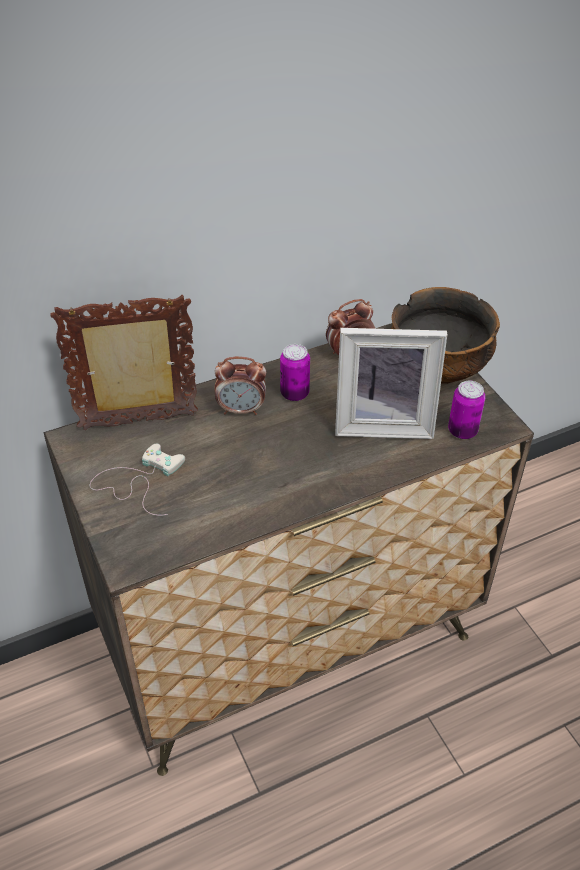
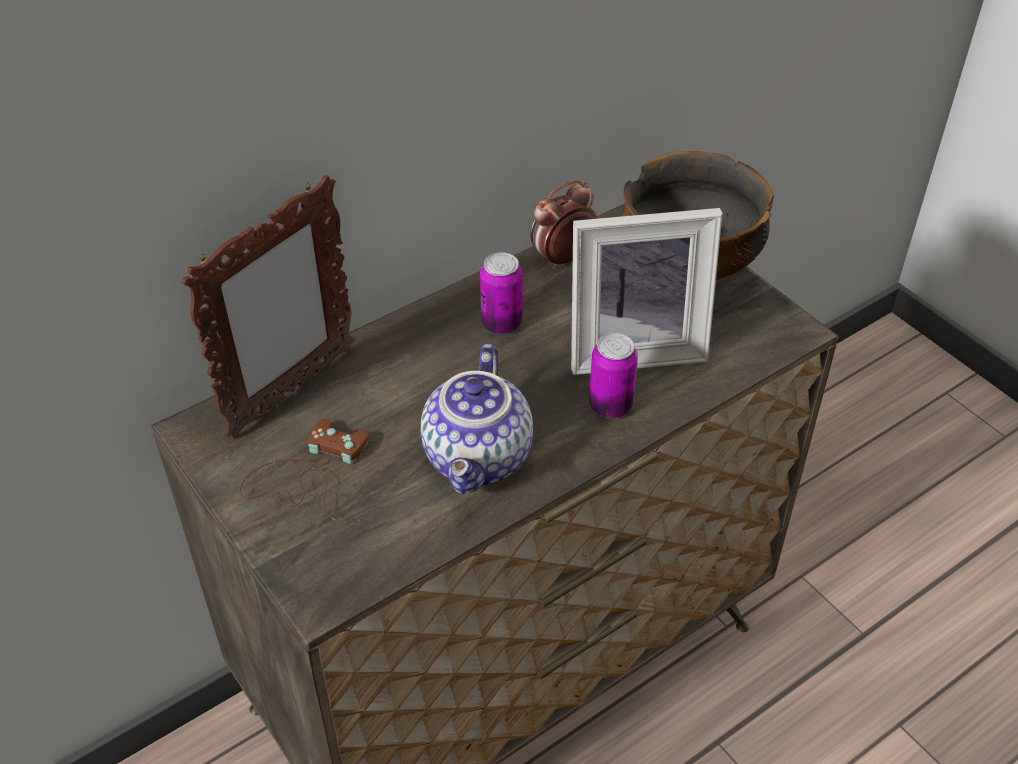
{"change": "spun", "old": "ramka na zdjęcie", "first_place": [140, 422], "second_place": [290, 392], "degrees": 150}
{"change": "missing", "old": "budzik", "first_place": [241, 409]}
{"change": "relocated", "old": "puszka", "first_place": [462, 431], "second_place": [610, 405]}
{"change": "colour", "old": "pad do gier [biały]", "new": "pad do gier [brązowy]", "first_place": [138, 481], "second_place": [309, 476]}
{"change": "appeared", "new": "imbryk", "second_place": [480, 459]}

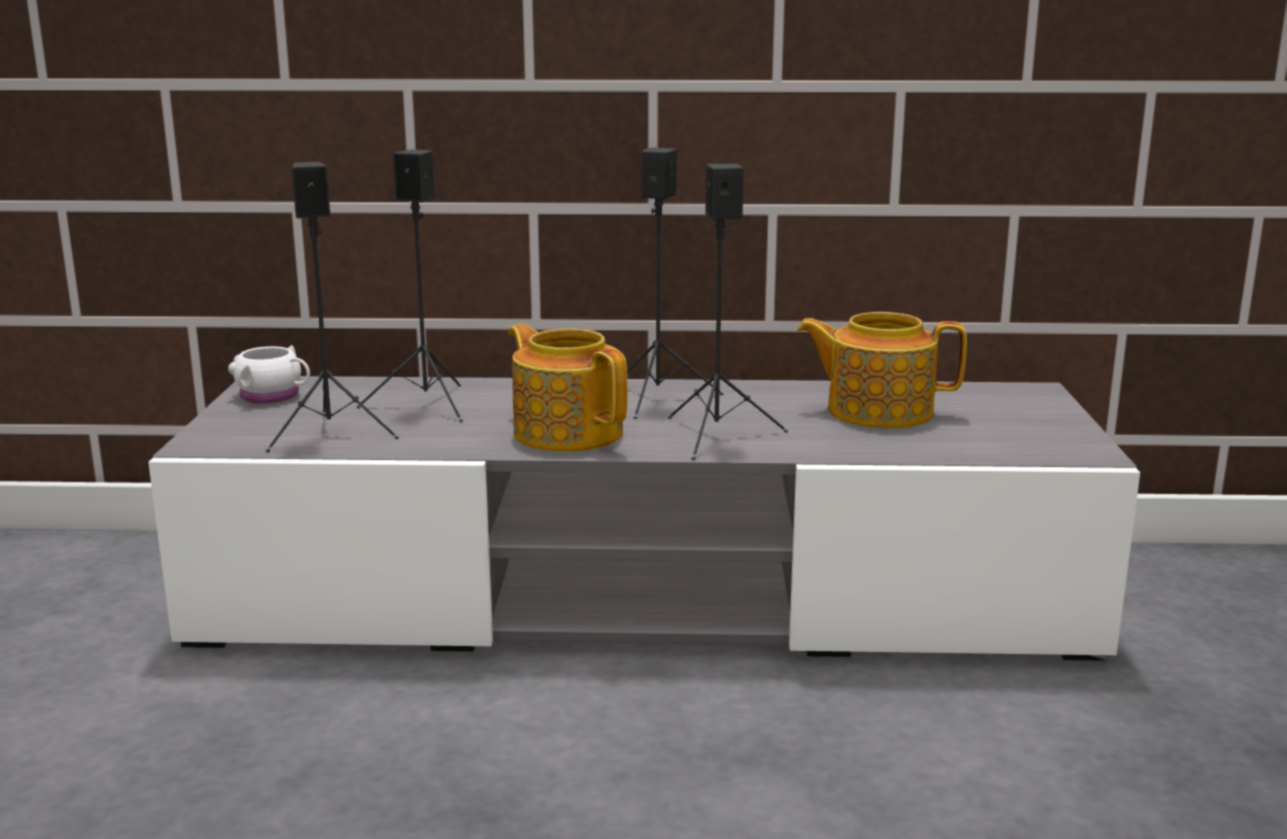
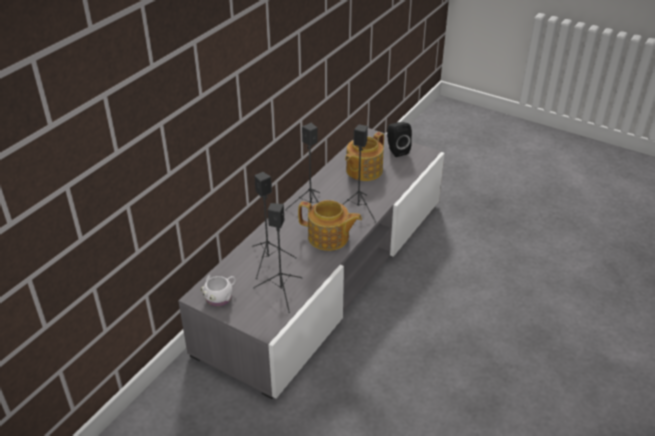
{"change": "spun", "old": "imbryk", "first_place": [568, 432], "second_place": [329, 238], "degrees": -150}
{"change": "appeared", "new": "głośnik [czarny]", "second_place": [396, 150]}

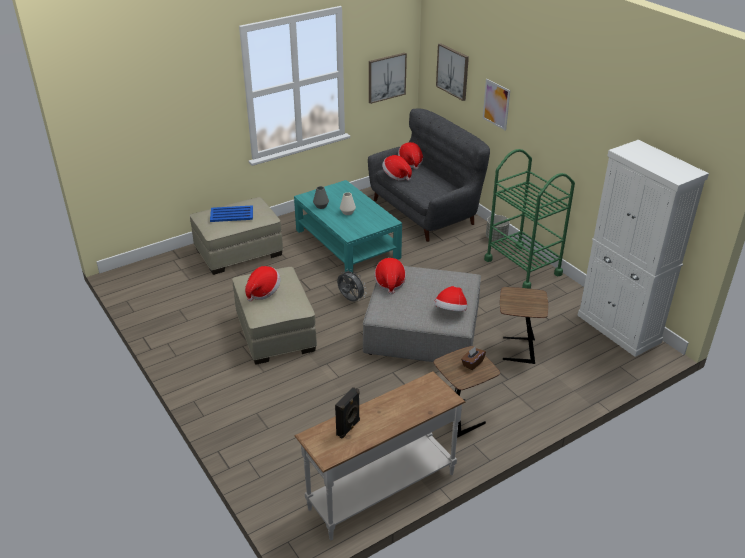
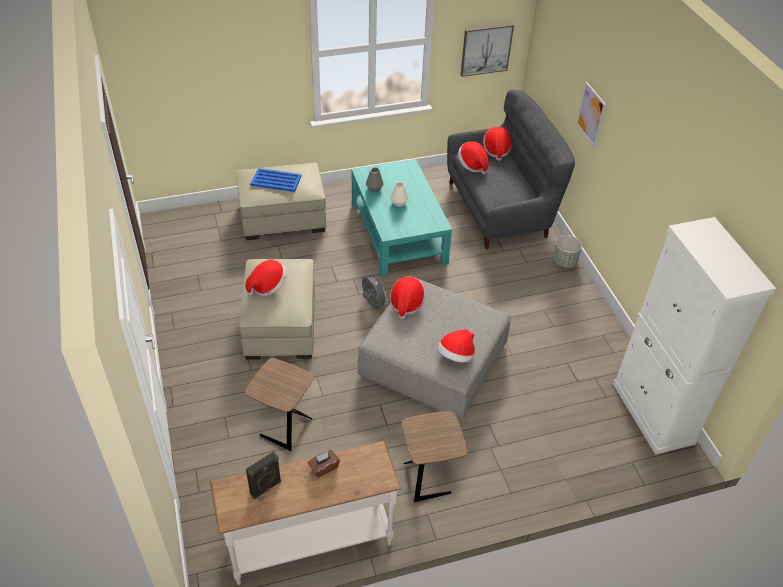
{"change": "missing", "old": "obraz", "first_place": [453, 71]}
{"change": "missing", "old": "wózek [zielony]", "first_place": [522, 267]}
{"change": "relocated", "old": "stolik [brązowy]", "first_place": [517, 350], "second_place": [284, 427]}
{"change": "relocated", "old": "pudełko chusteczek [brązowy]", "first_place": [472, 363], "second_place": [324, 468]}

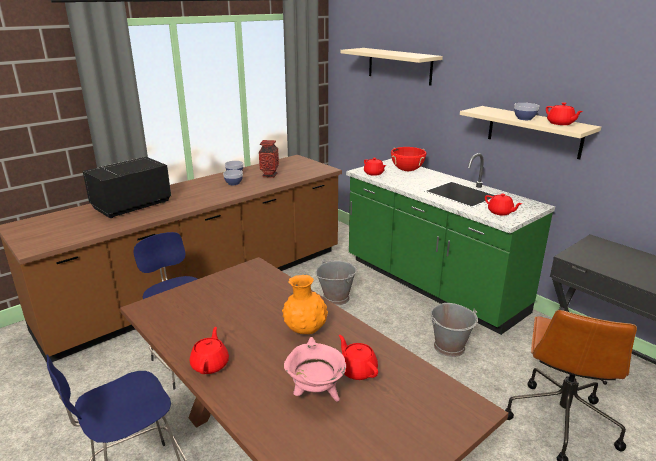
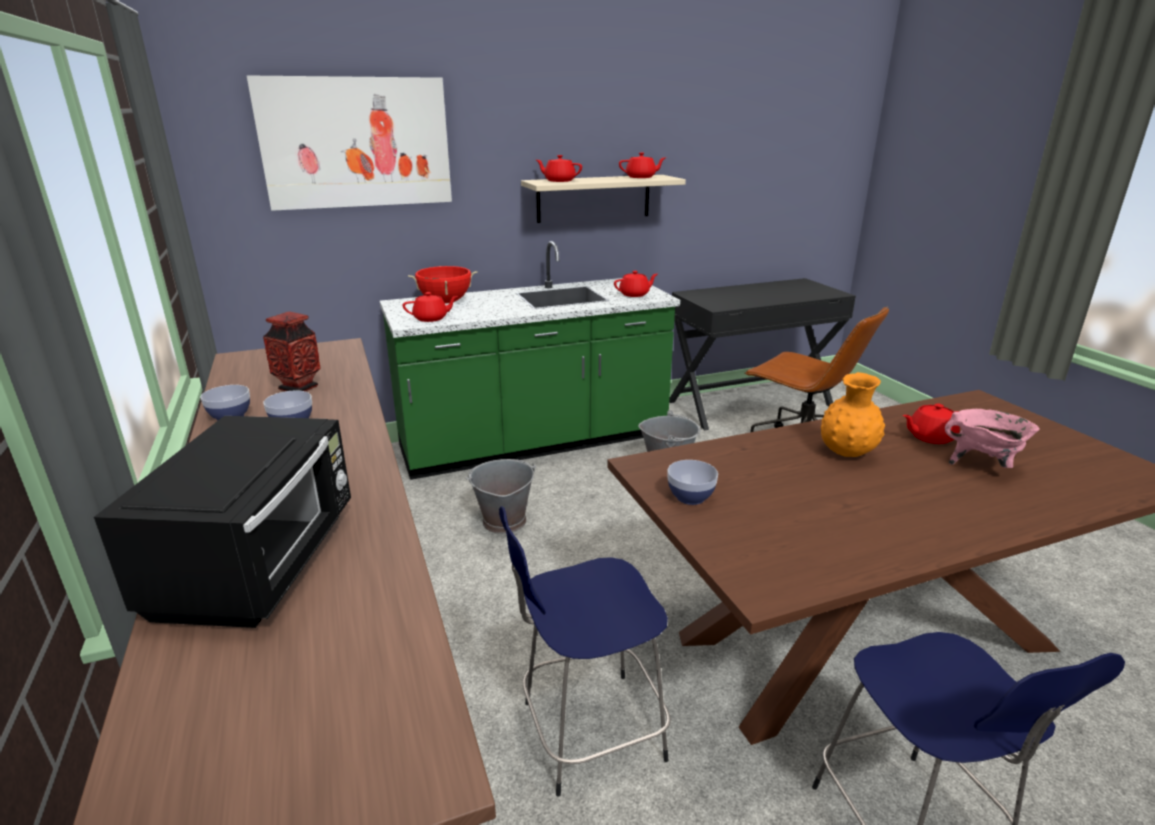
{"change": "exchanged", "old": "półka [beżowy]", "new": "obraz", "first_place": [399, 66], "second_place": [356, 143]}
{"change": "relocated", "old": "miska", "first_place": [524, 118], "second_place": [690, 497]}
{"change": "spun", "old": "mikrofalówka [czarny]", "first_place": [130, 206], "second_place": [261, 563], "degrees": -150}
{"change": "relocated", "old": "imbryk [czerwony]", "first_place": [210, 364], "second_place": [559, 181]}

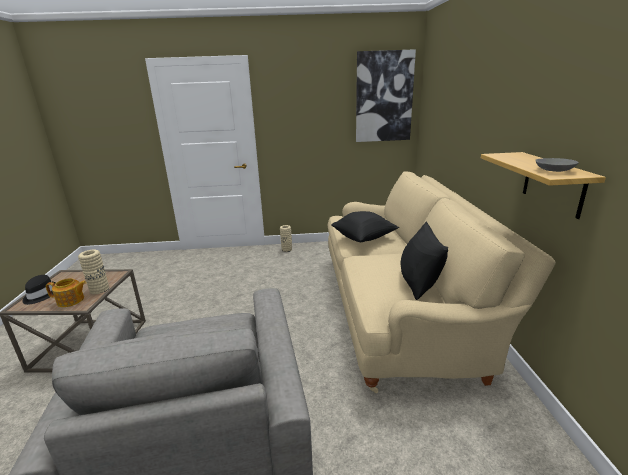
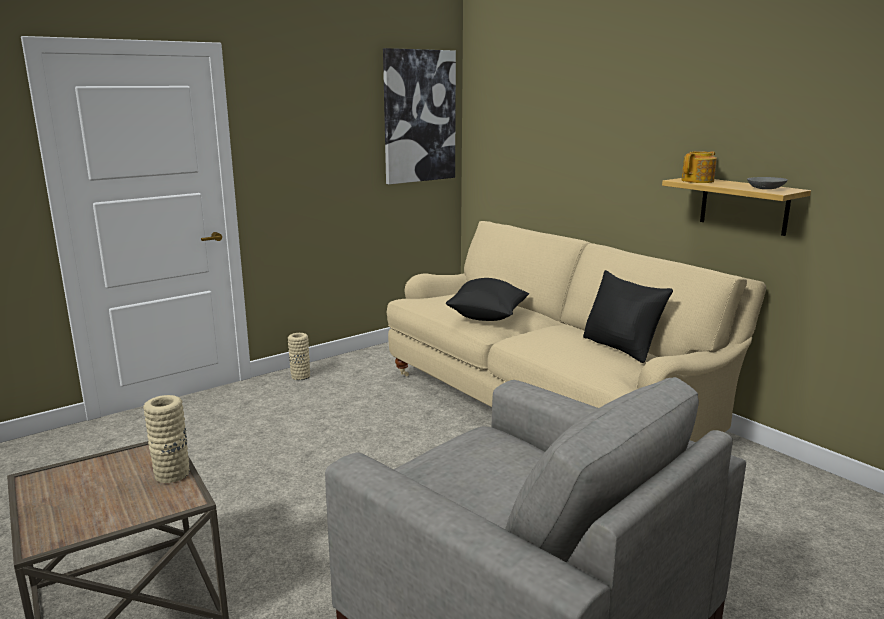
{"change": "missing", "old": "kapelusz [czarny]", "first_place": [40, 295]}
{"change": "relocated", "old": "imbryk", "first_place": [71, 301], "second_place": [698, 181]}

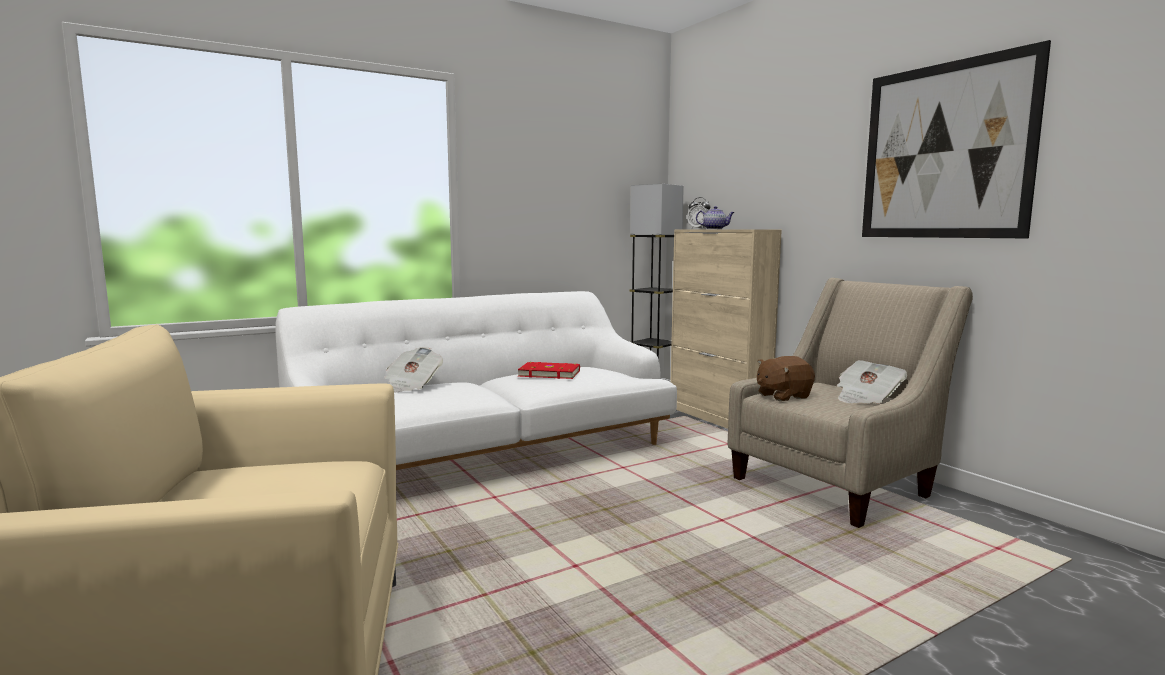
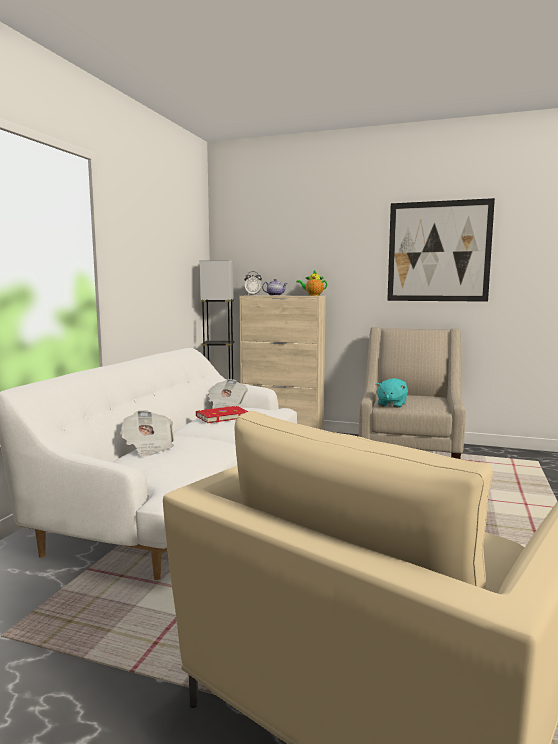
{"change": "colour", "old": "pluszak [brązowy]", "new": "pluszak [turkusowy]", "first_place": [782, 396], "second_place": [391, 404]}
{"change": "relocated", "old": "gazeta", "first_place": [866, 398], "second_place": [226, 406]}
{"change": "appeared", "new": "imbryk", "second_place": [313, 295]}

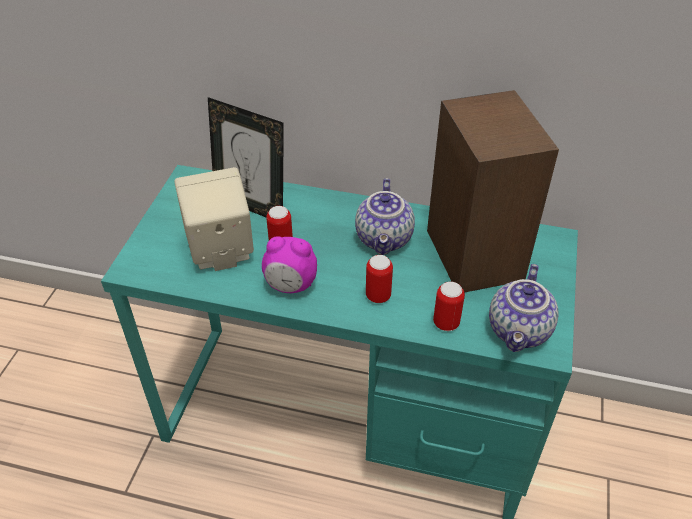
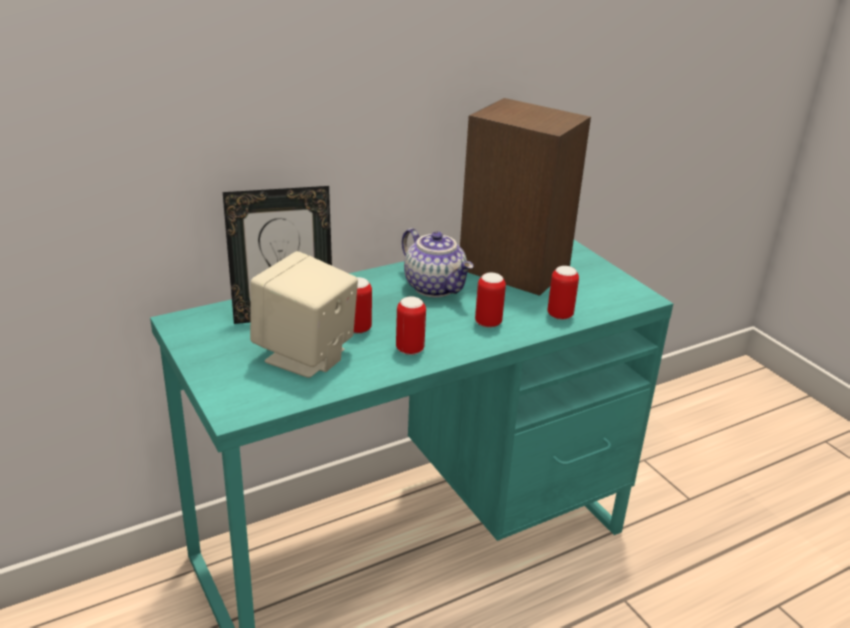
{"change": "exchanged", "old": "budzik", "new": "puszka", "first_place": [291, 285], "second_place": [409, 349]}
{"change": "missing", "old": "imbryk", "first_place": [520, 331]}

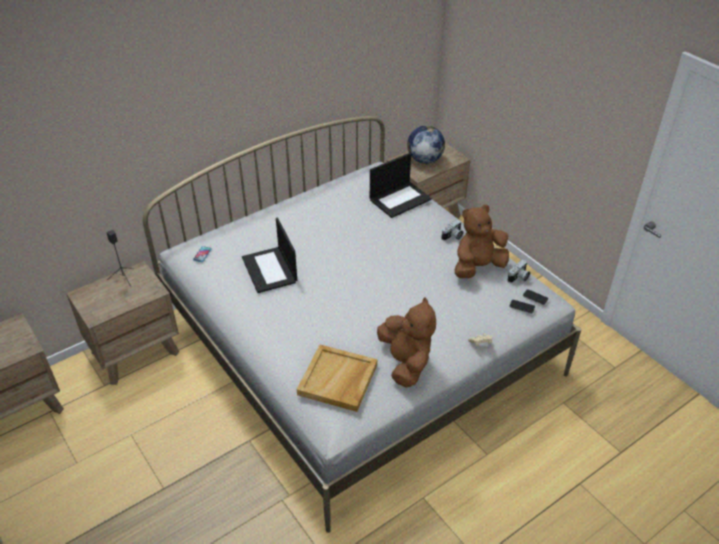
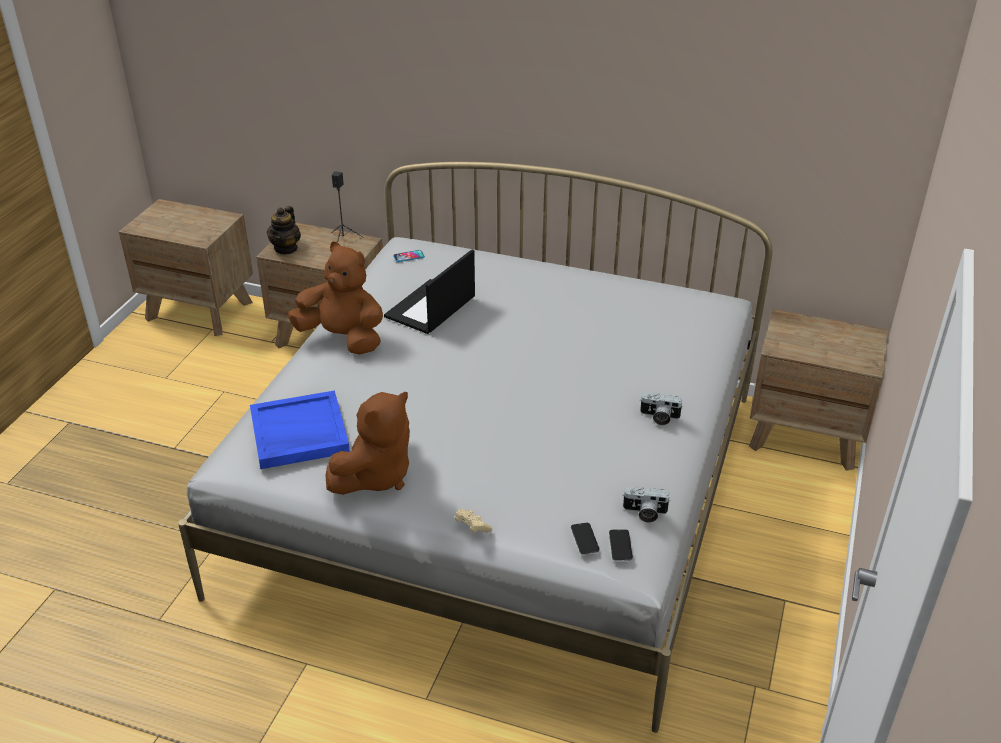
{"change": "missing", "old": "globus", "first_place": [424, 160]}
{"change": "missing", "old": "laptop", "first_place": [400, 199]}
{"change": "relocated", "old": "pluszak [brązowy]", "first_place": [478, 267], "second_place": [343, 338]}
{"change": "colour", "old": "taca [beżowy]", "new": "taca [niebieski]", "first_place": [338, 380], "second_place": [298, 433]}
{"change": "appeared", "new": "imbryk", "second_place": [286, 248]}

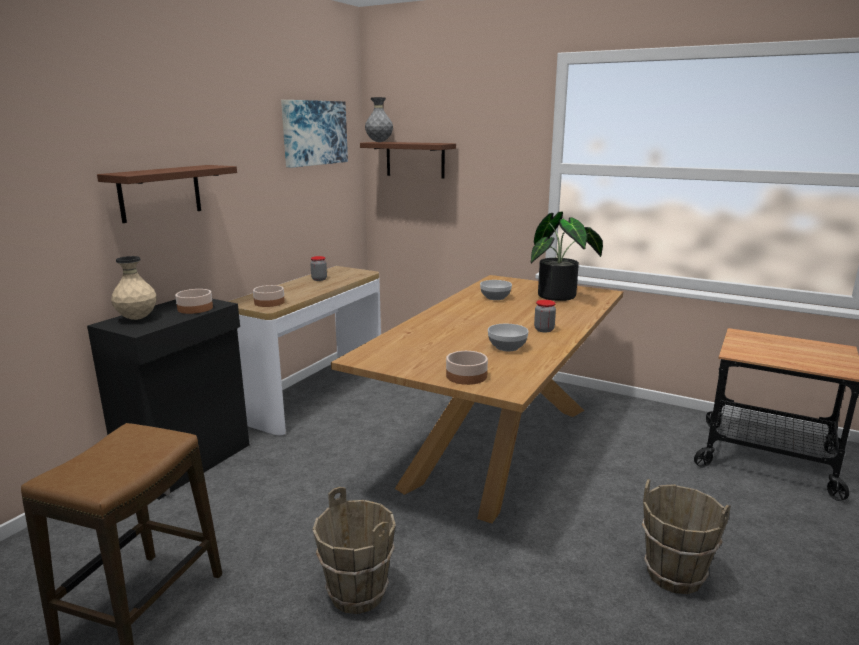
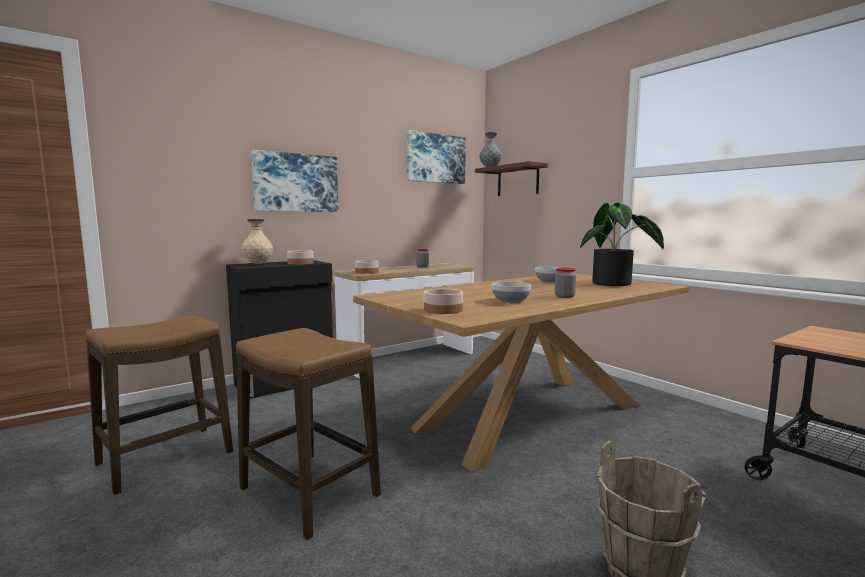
{"change": "exchanged", "old": "półka [brązowy]", "new": "obraz", "first_place": [160, 193], "second_place": [296, 183]}
{"change": "exchanged", "old": "wiadro [brązowy]", "new": "stołek", "first_place": [357, 594], "second_place": [308, 492]}

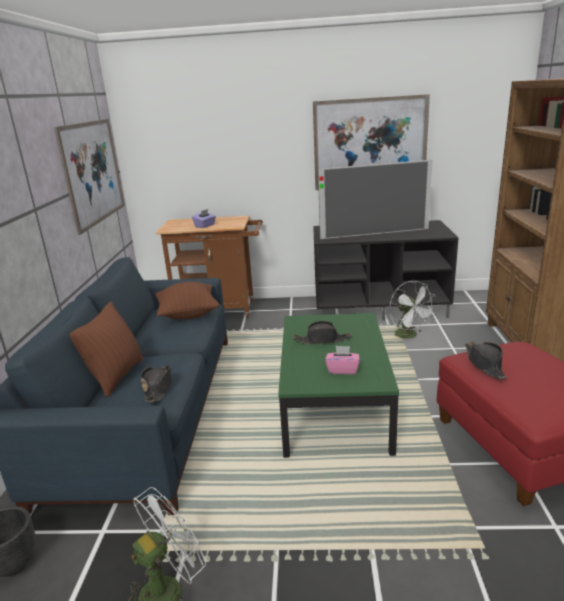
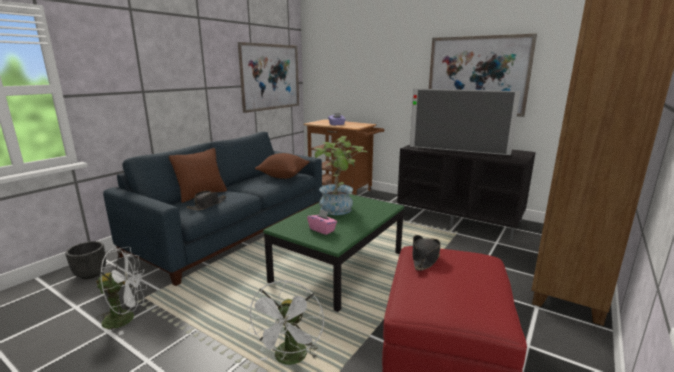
{"change": "relocated", "old": "wentylator [biały]", "first_place": [409, 336], "second_place": [290, 359]}
{"change": "exchanged", "old": "kapelusz [czarny]", "new": "roślina doniczkowa", "first_place": [322, 340], "second_place": [339, 210]}

